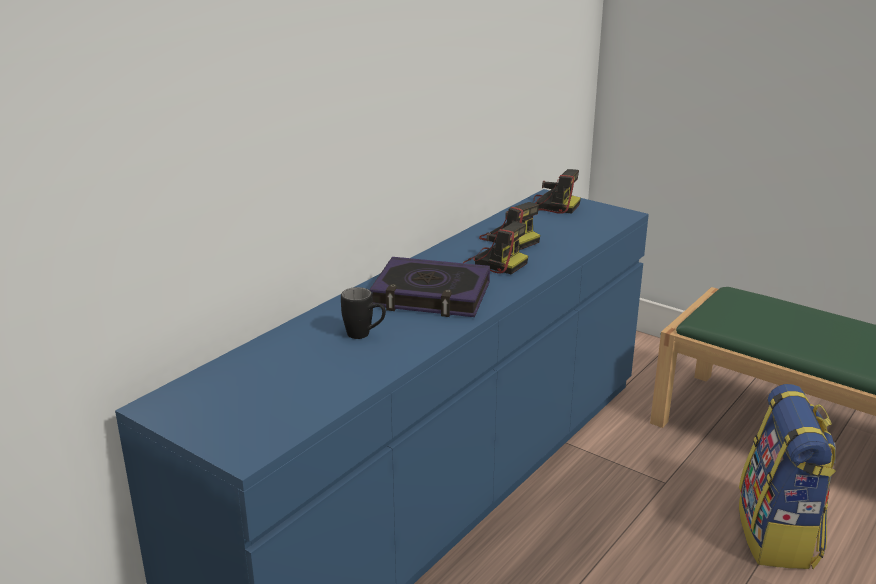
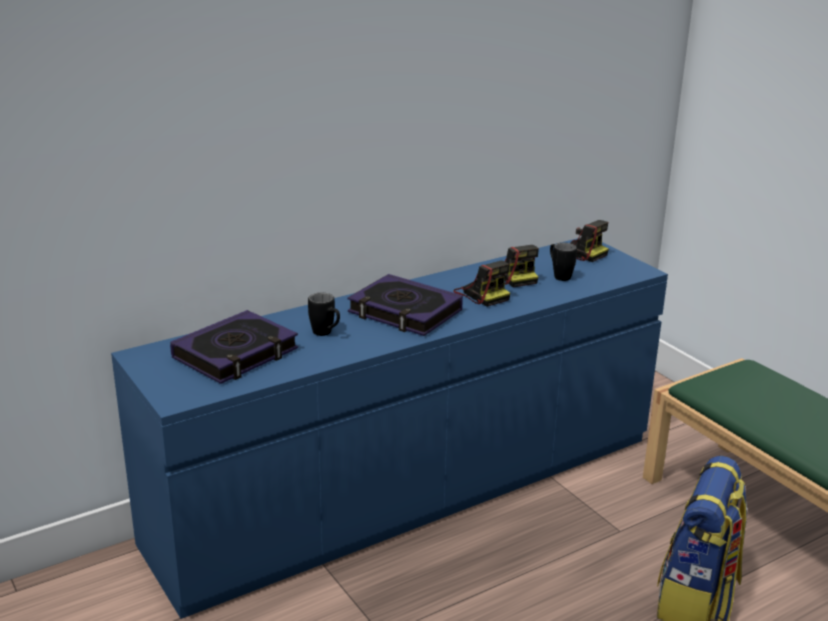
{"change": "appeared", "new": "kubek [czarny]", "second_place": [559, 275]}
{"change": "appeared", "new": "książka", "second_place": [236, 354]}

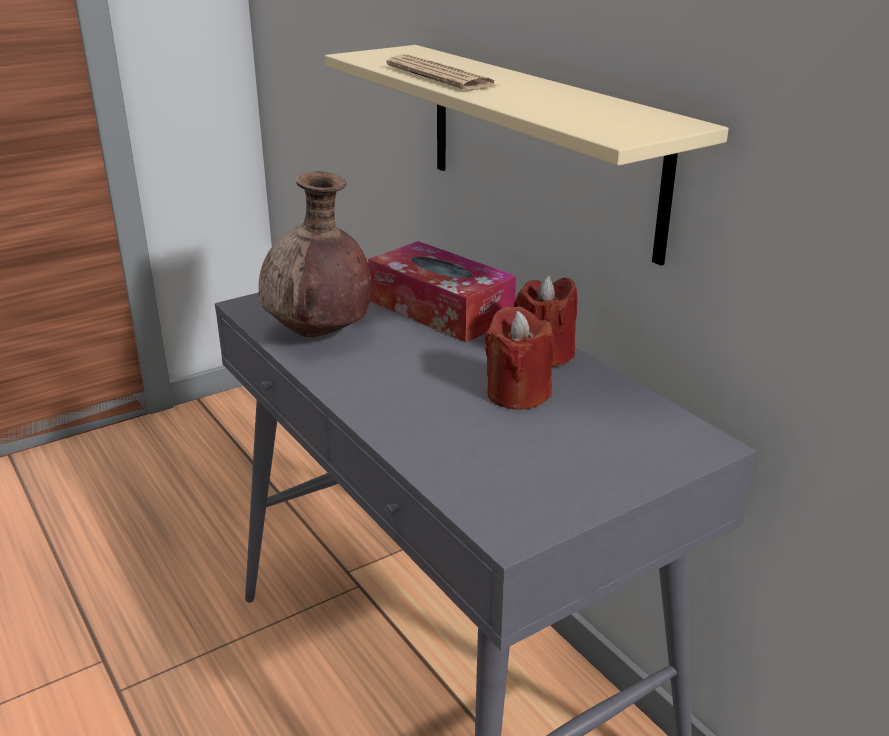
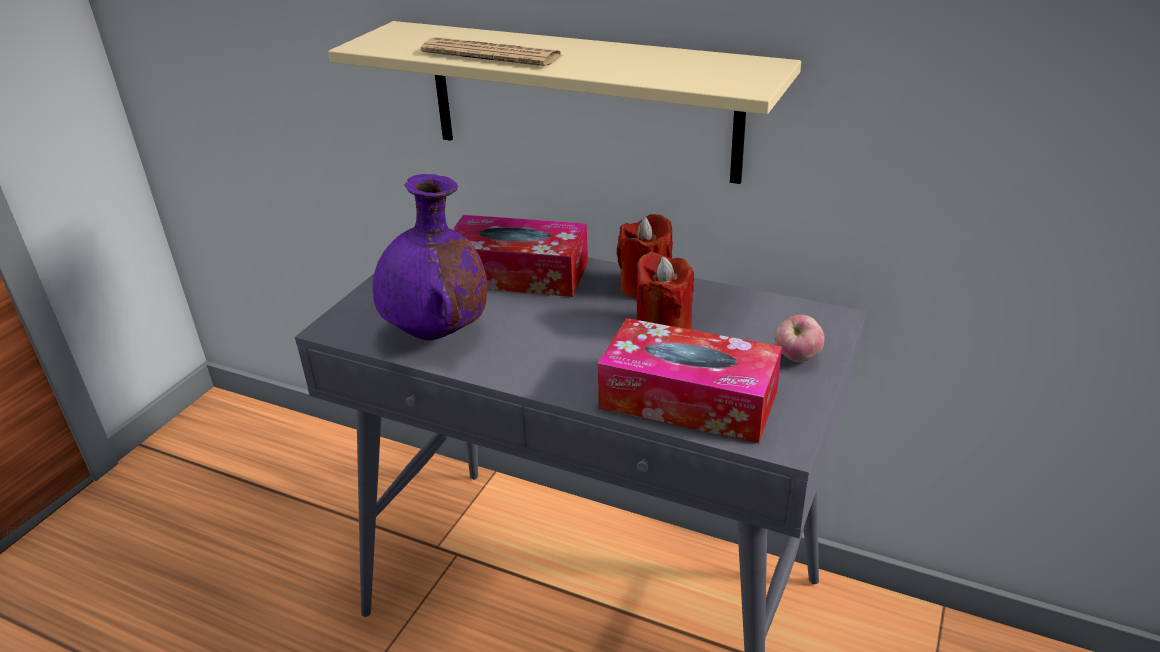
{"change": "colour", "old": "wazon [brązowy]", "new": "wazon [fioletowy]", "first_place": [319, 335], "second_place": [438, 334]}
{"change": "appeared", "new": "jabłko", "second_place": [797, 358]}
{"change": "appeared", "new": "pudełko chusteczek", "second_place": [688, 399]}

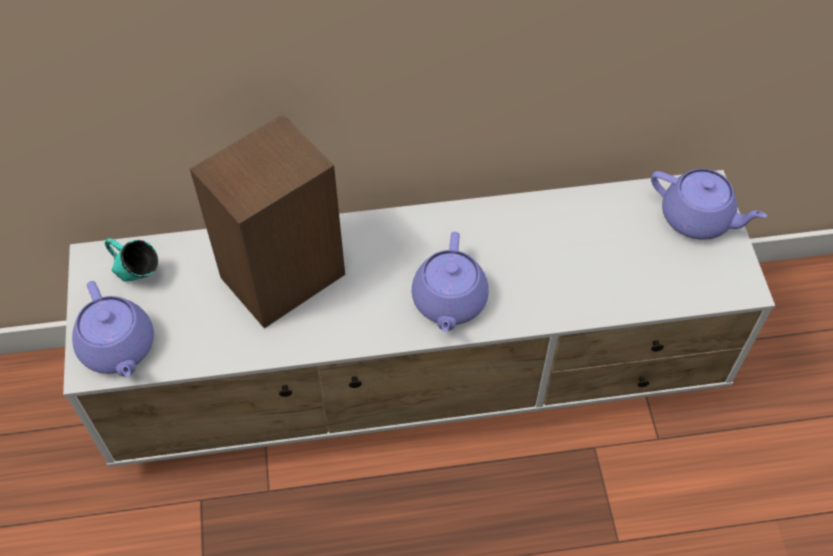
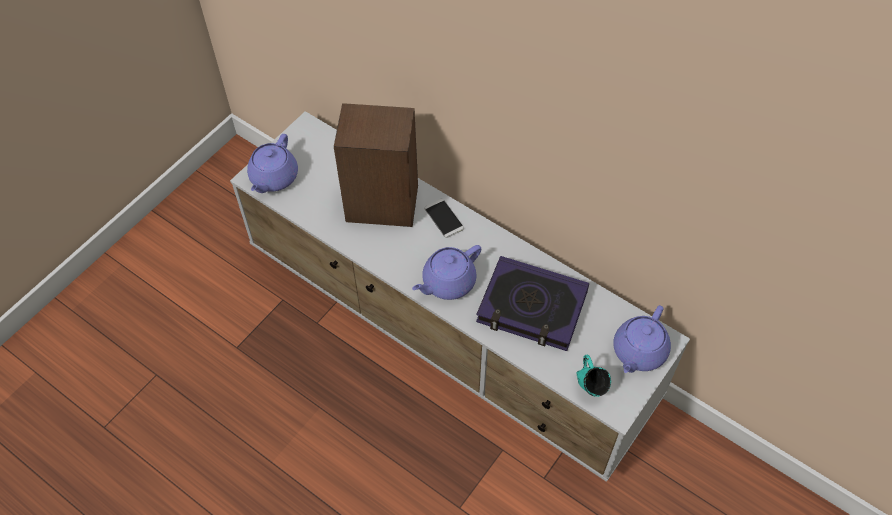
{"change": "spun", "old": "imbryk [fioletowy]", "first_place": [698, 218], "second_place": [638, 352], "degrees": 45}
{"change": "relocated", "old": "kubek [turkusowy]", "first_place": [138, 276], "second_place": [589, 387]}
{"change": "appeared", "new": "telefon", "second_place": [444, 218]}
{"change": "appeared", "new": "książka", "second_place": [532, 308]}

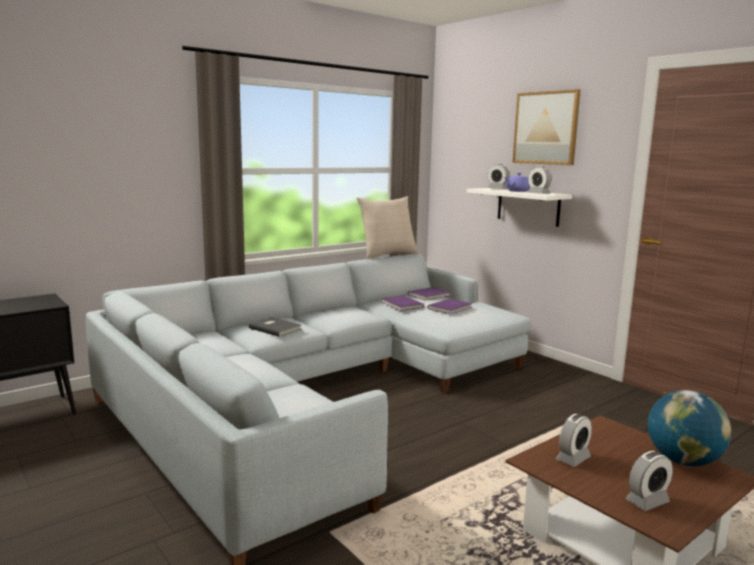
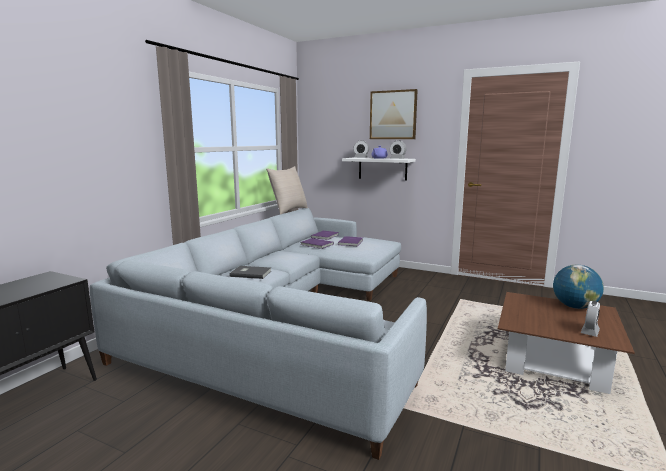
{"change": "missing", "old": "budzik", "first_place": [573, 458]}

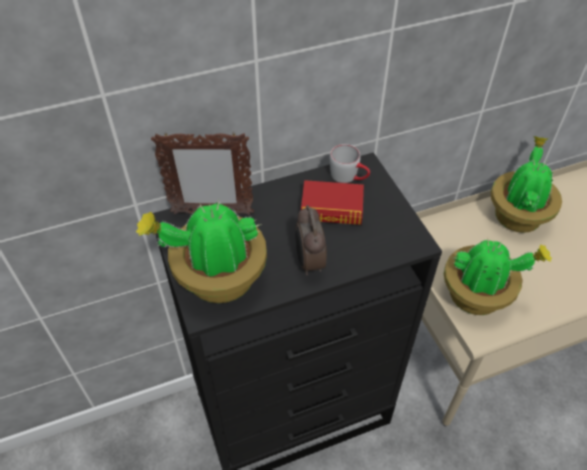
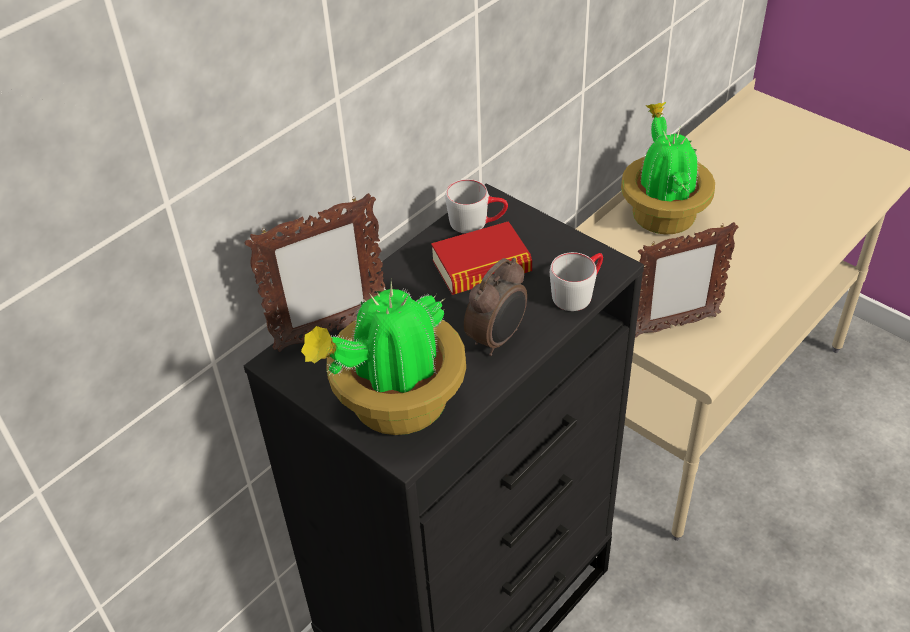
{"change": "spun", "old": "budzik", "first_place": [309, 262], "second_place": [498, 339], "degrees": -105}
{"change": "exchanged", "old": "roślina doniczkowa", "new": "ramka na zdjęcie", "first_place": [478, 296], "second_place": [674, 326]}
{"change": "appeared", "new": "kubek [szary]", "second_place": [578, 292]}

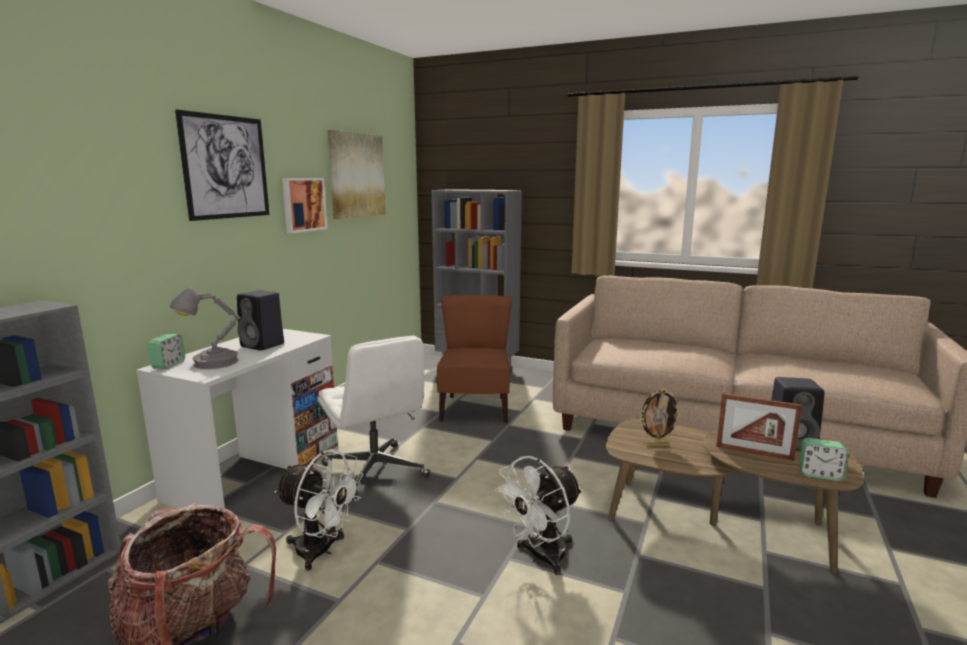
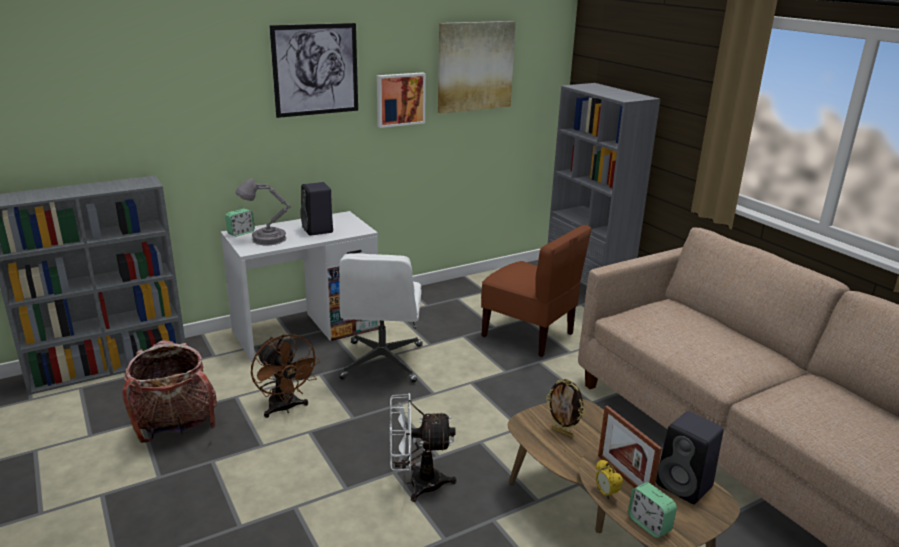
{"change": "spun", "old": "krzesło [brązowy]", "first_place": [475, 409], "second_place": [528, 335], "degrees": 90}
{"change": "colour", "old": "wentylator [biały]", "new": "wentylator [brązowy]", "first_place": [322, 551], "second_place": [285, 408]}
{"change": "appeared", "new": "budzik", "second_place": [606, 493]}

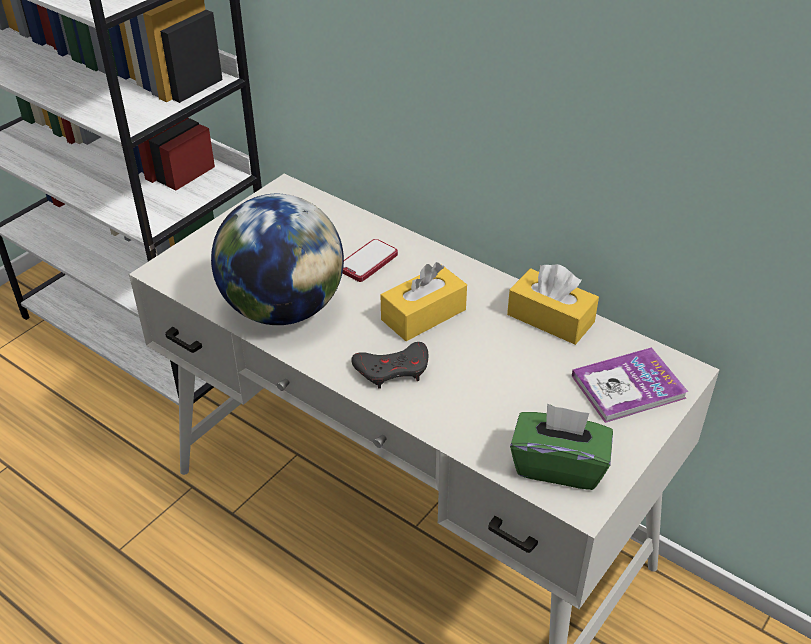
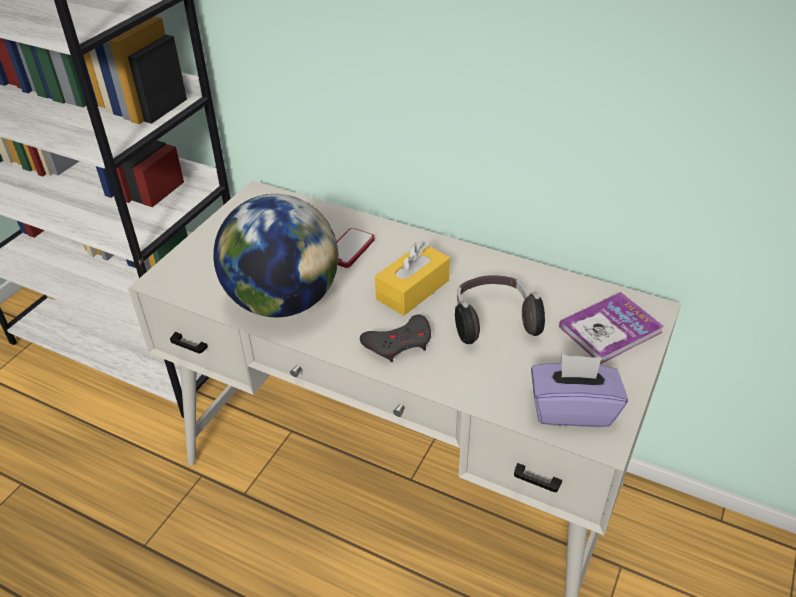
{"change": "missing", "old": "pudełko chusteczek [żółty]", "first_place": [550, 318]}
{"change": "colour", "old": "pudełko chusteczek [zielony]", "new": "pudełko chusteczek [fioletowy]", "first_place": [558, 466], "second_place": [572, 409]}
{"change": "appeared", "new": "słuchawki", "second_place": [493, 321]}

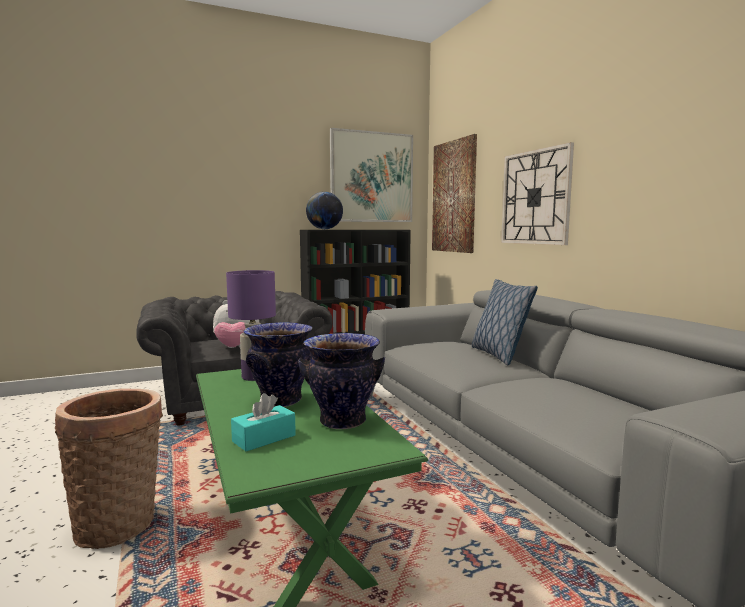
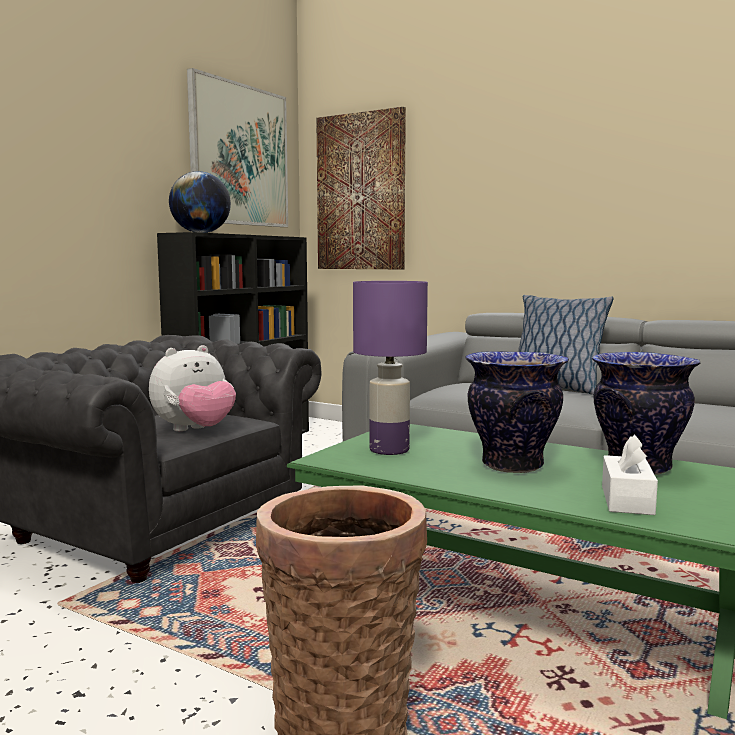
{"change": "missing", "old": "zegar ścienny", "first_place": [535, 197]}
{"change": "colour", "old": "pudełko chusteczek [turkusowy]", "new": "pudełko chusteczek [biały]", "first_place": [264, 438], "second_place": [627, 500]}

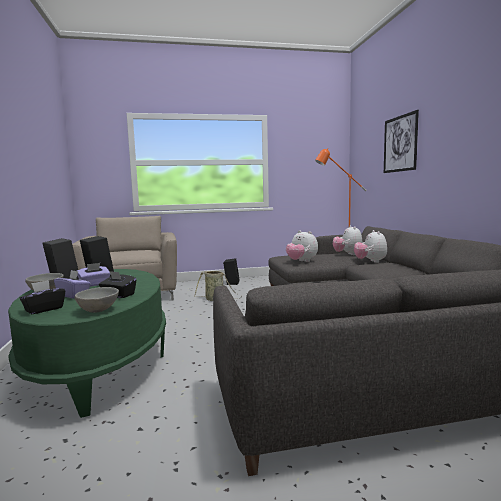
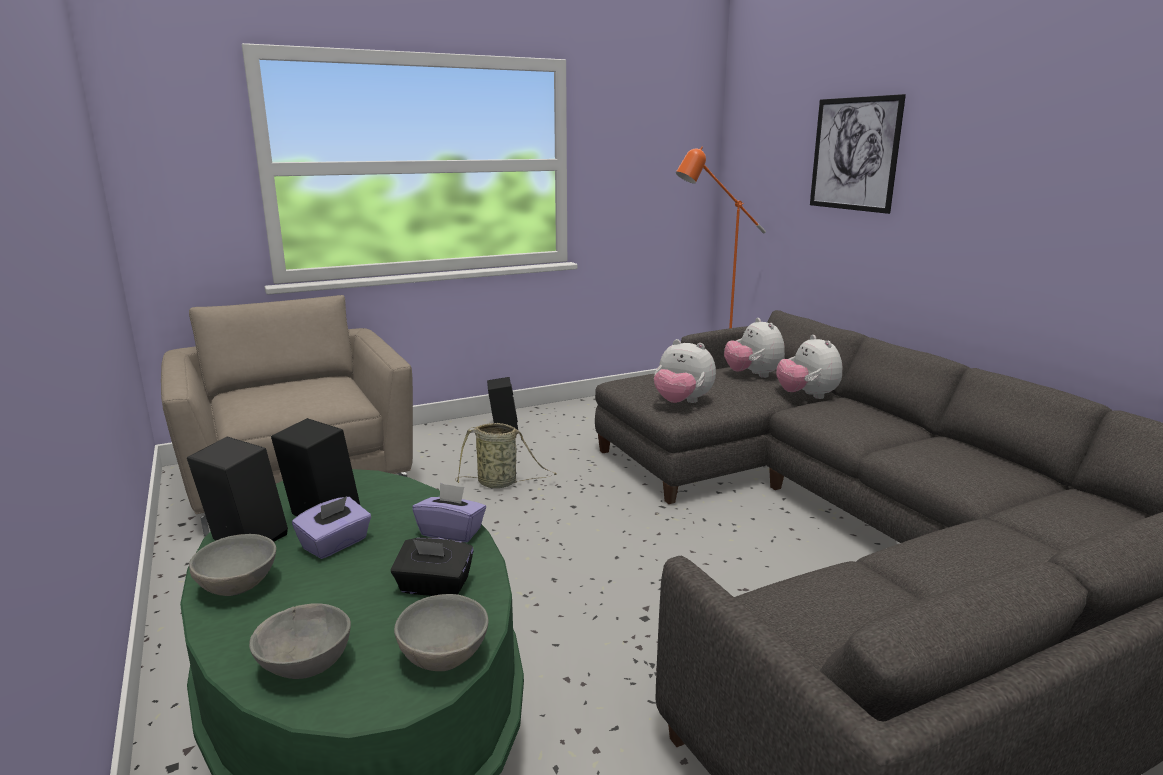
{"change": "relocated", "old": "pudełko chusteczek [fioletowy]", "first_place": [73, 295], "second_place": [451, 532]}
{"change": "exchanged", "old": "pudełko chusteczek [czarny]", "new": "miska [szary]", "first_place": [44, 309], "second_place": [304, 668]}

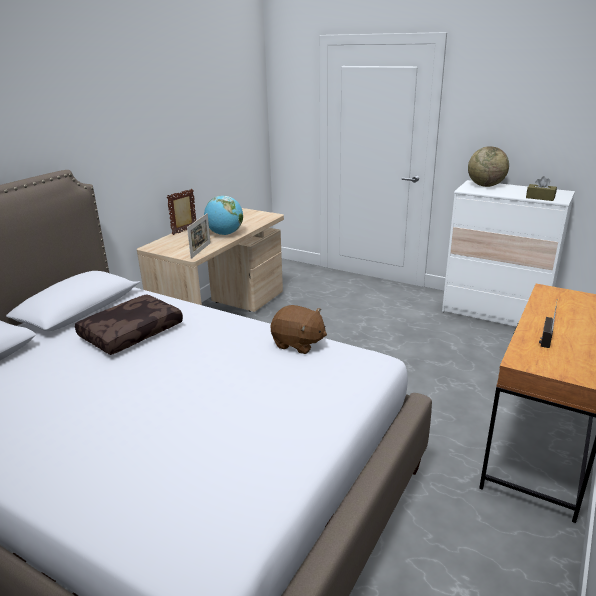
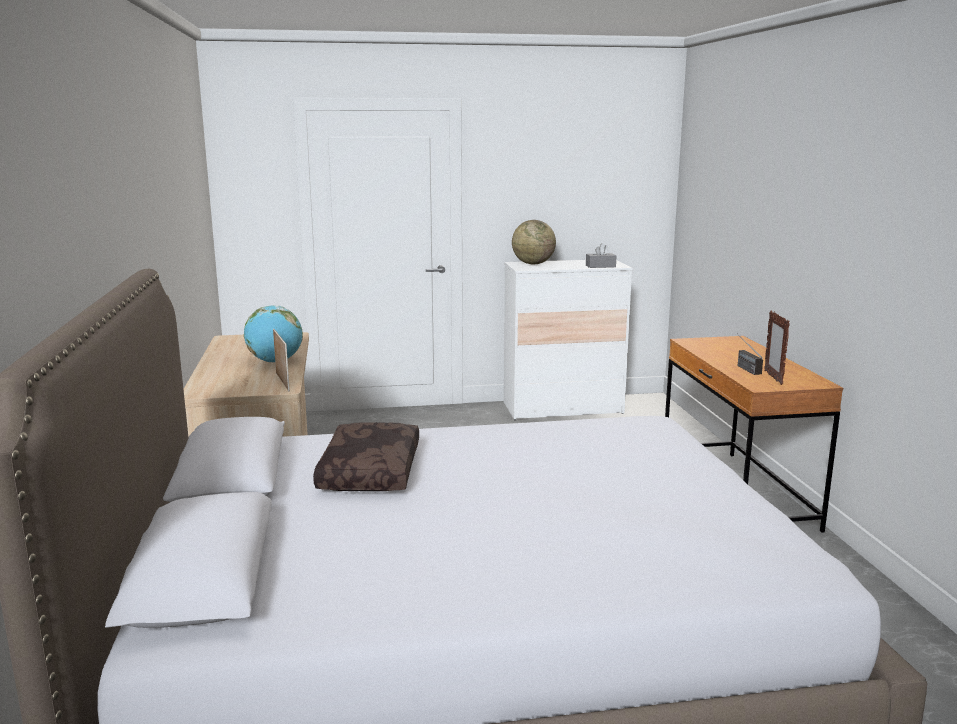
{"change": "colour", "old": "pudełko chusteczek [brązowy]", "new": "pudełko chusteczek [szary]", "first_place": [540, 197], "second_place": [600, 266]}
{"change": "relocated", "old": "ramka na zdjęcie", "first_place": [185, 231], "second_place": [773, 377]}
{"change": "missing", "old": "pluszak [brązowy]", "first_place": [298, 344]}

